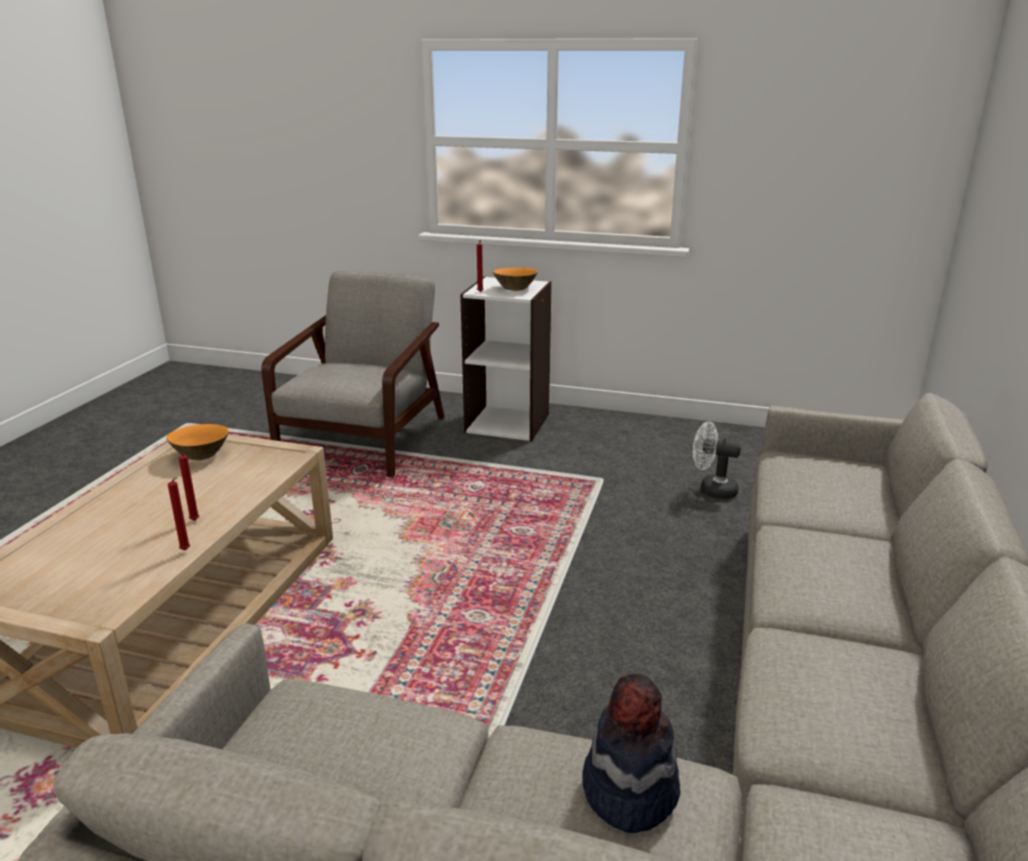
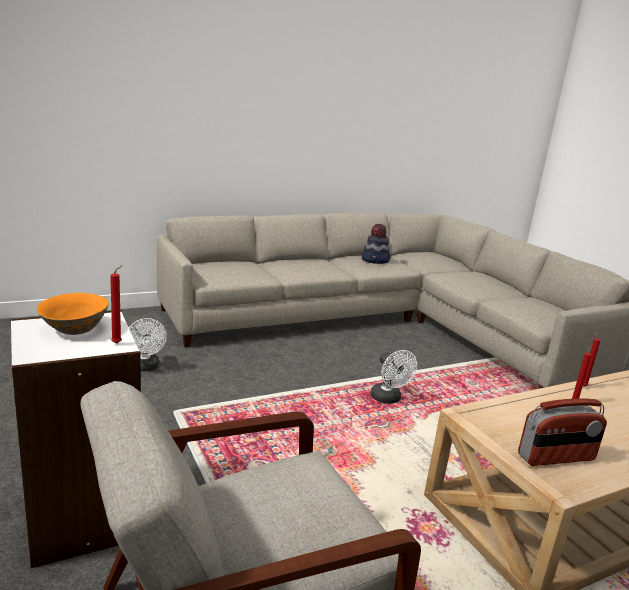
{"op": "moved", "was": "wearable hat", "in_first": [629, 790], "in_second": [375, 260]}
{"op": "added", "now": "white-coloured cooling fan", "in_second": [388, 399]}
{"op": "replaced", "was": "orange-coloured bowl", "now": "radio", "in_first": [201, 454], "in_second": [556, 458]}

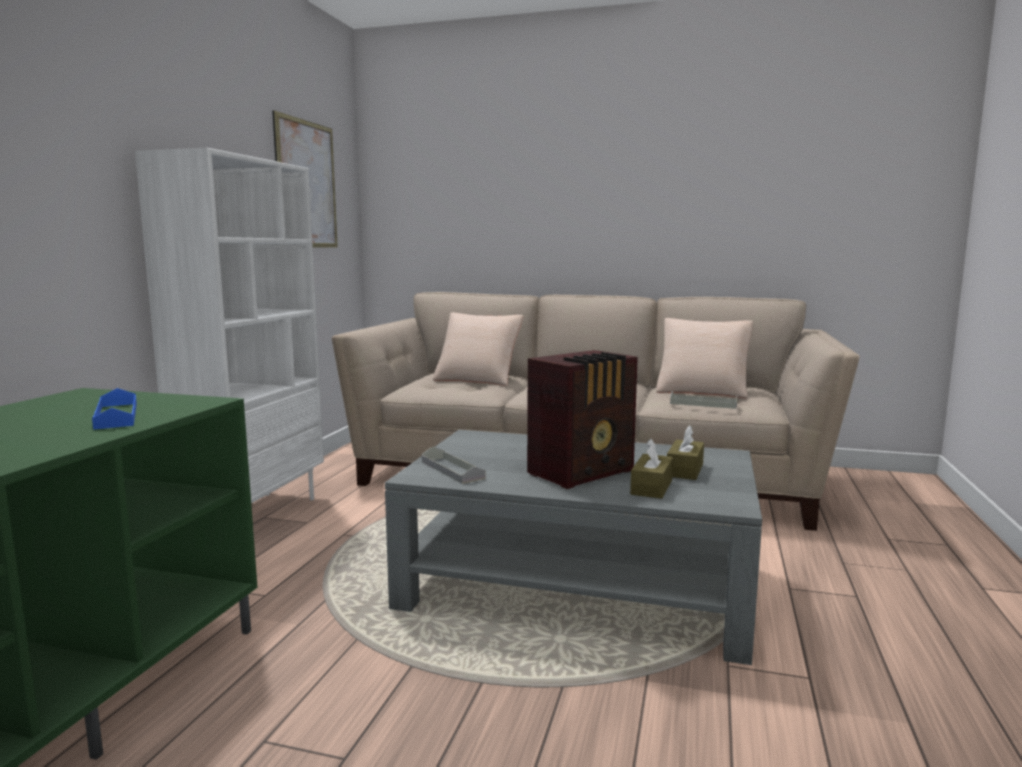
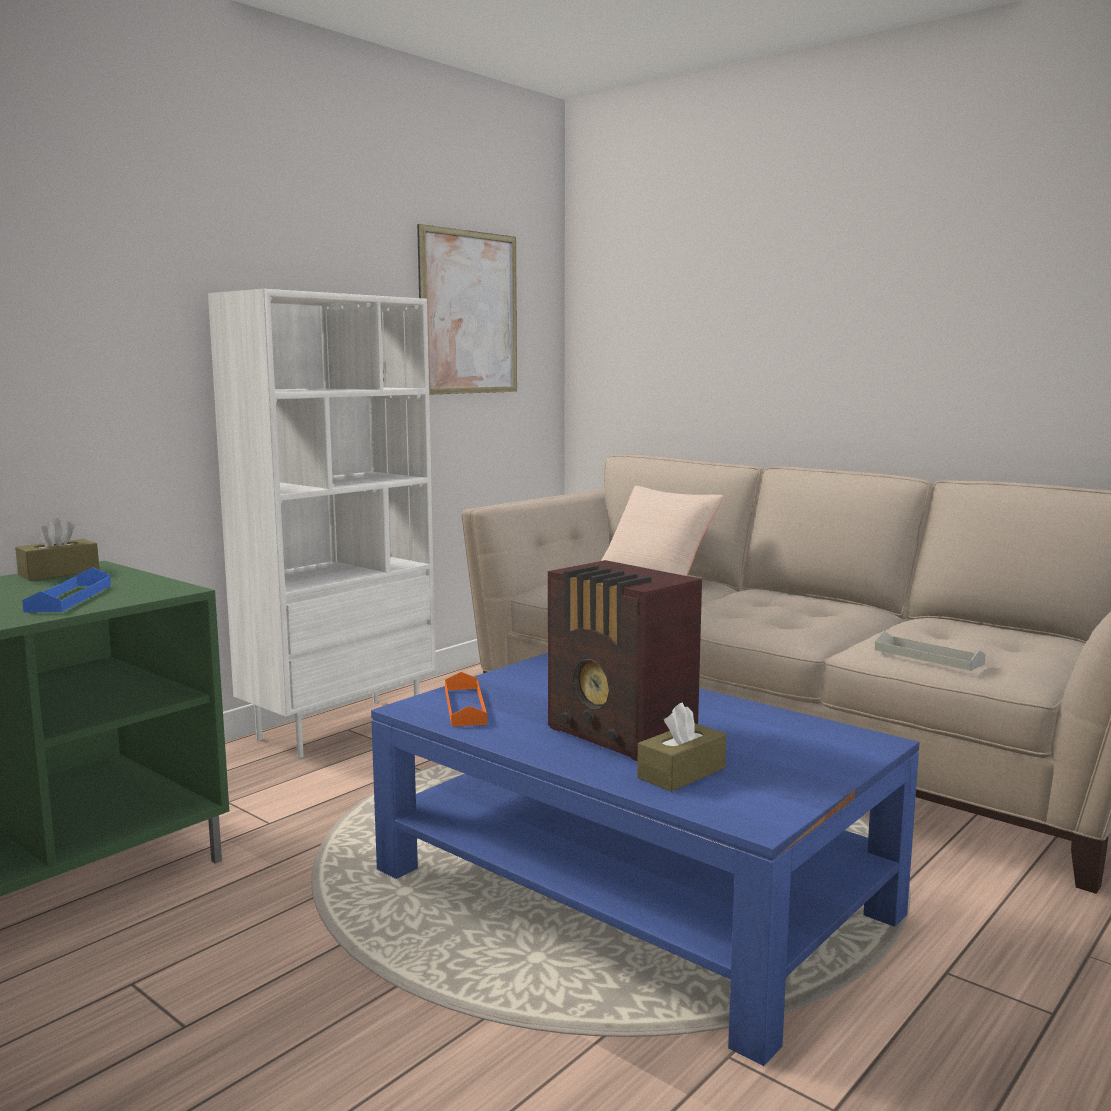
{"op": "moved", "was": "brown-coloured box of tissues", "in_first": [685, 470], "in_second": [59, 573]}
{"op": "recoloured", "was": "gray coffee table", "now": "blue-coloured coffee table", "in_first": [579, 585], "in_second": [632, 894]}
{"op": "recoloured", "was": "gray carrying tray", "now": "orange-coloured carrying tray", "in_first": [452, 470], "in_second": [465, 706]}
{"op": "turned", "was": "radio", "in_first": [584, 472], "in_second": [621, 736], "clockwise": 60}
{"op": "removed", "was": "beige throw pillow", "in_first": [702, 391]}

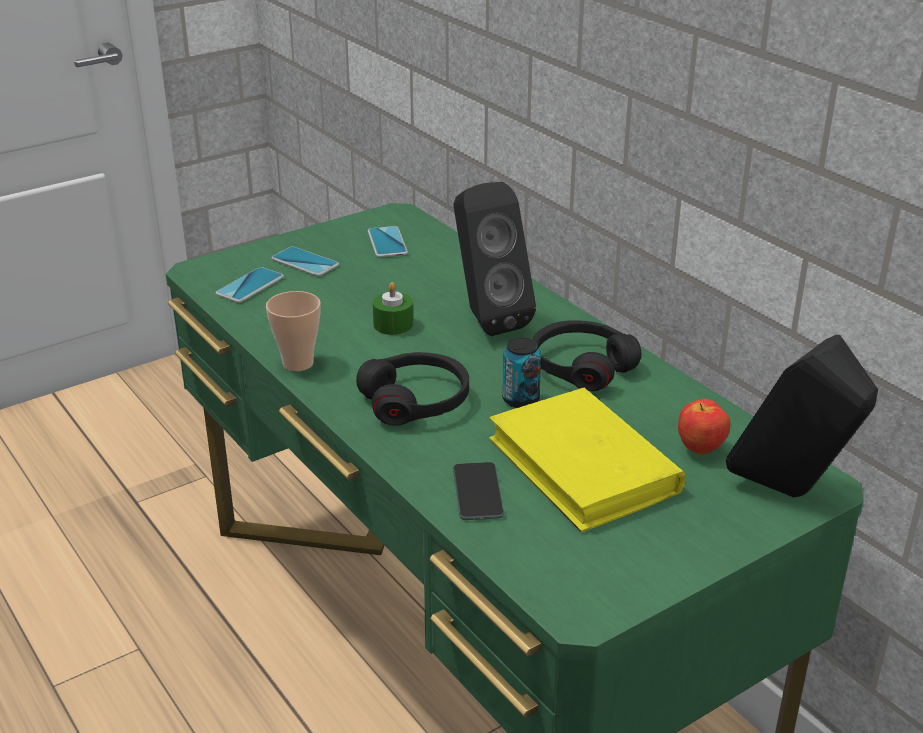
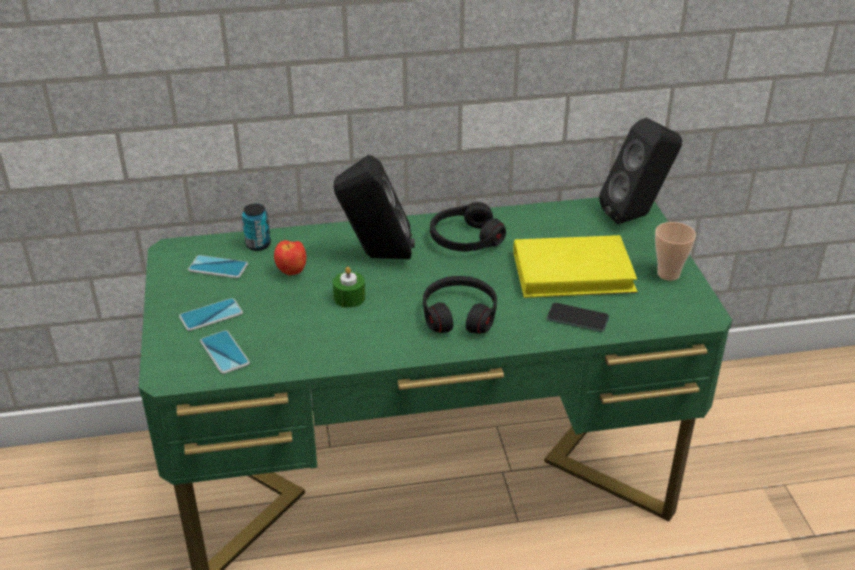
{"op": "moved", "was": "metal can", "in_first": [520, 399], "in_second": [258, 245]}
{"op": "moved", "was": "apple", "in_first": [700, 450], "in_second": [292, 272]}
{"op": "moved", "was": "drinking cup", "in_first": [298, 363], "in_second": [668, 274]}

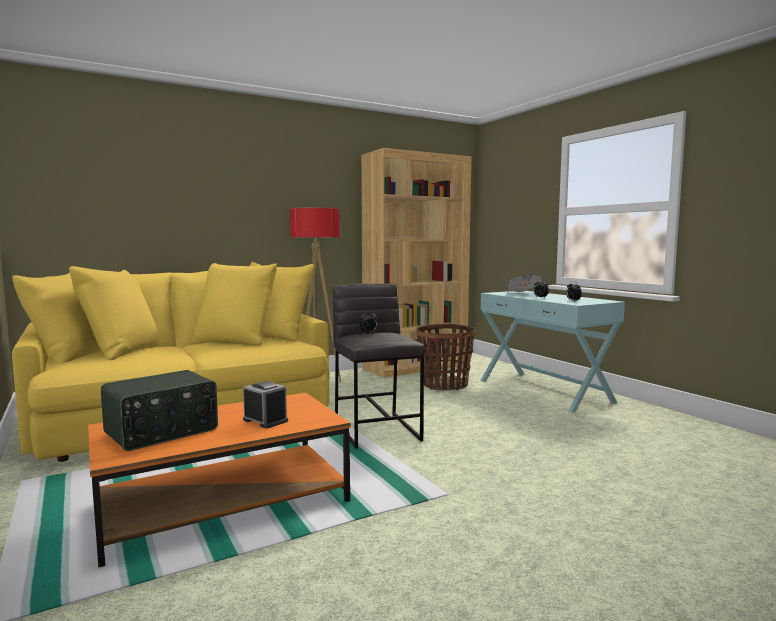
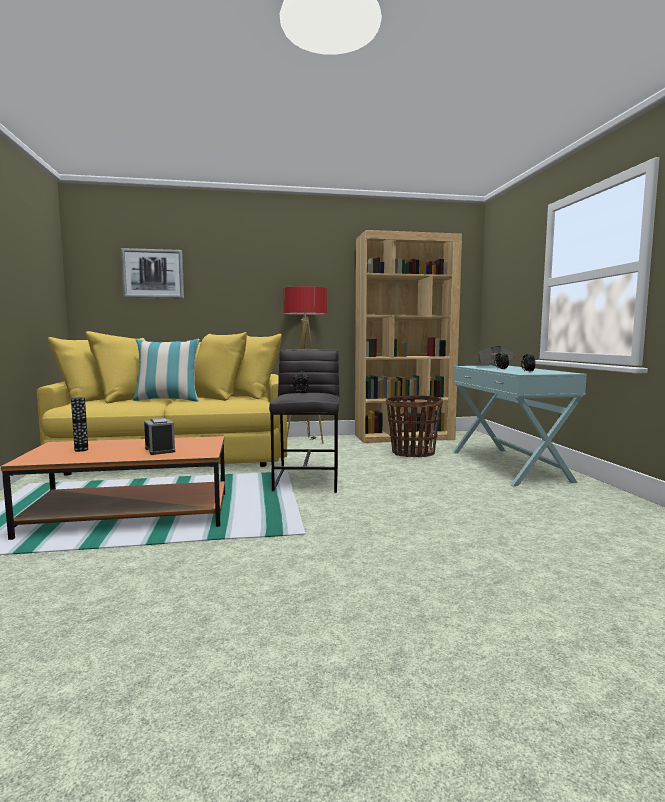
{"op": "replaced", "was": "radio", "now": "vase", "in_first": [162, 432], "in_second": [81, 450]}
{"op": "added", "now": "wall picture", "in_second": [153, 274]}
{"op": "added", "now": "throw pillow", "in_second": [168, 400]}

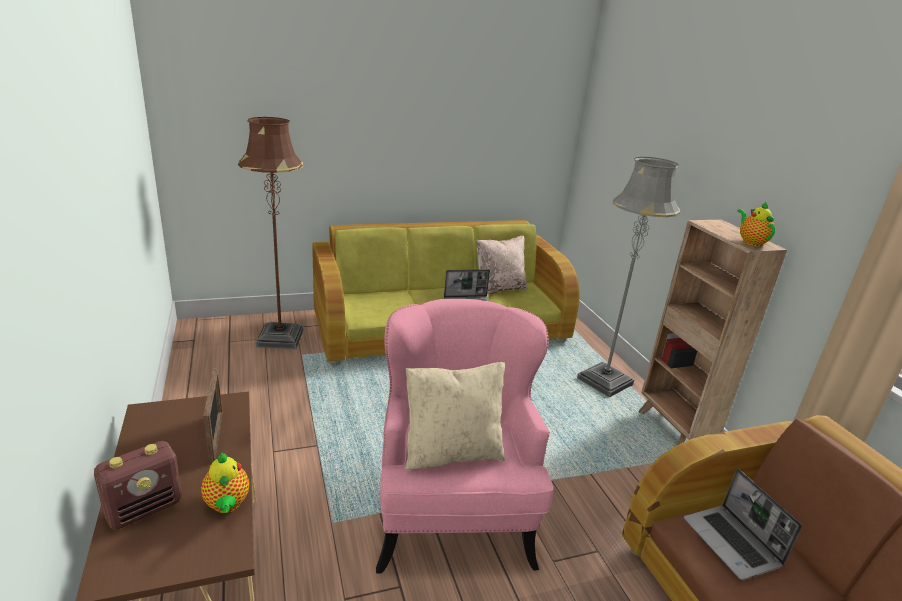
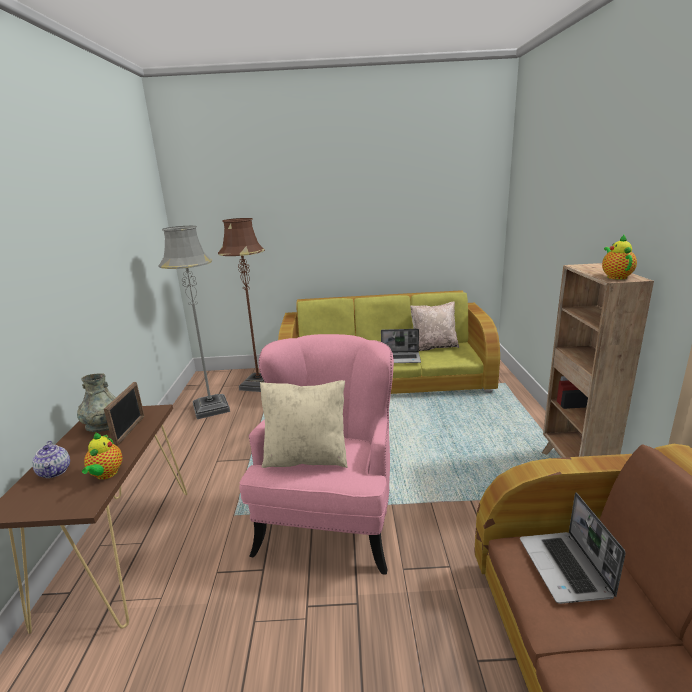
{"op": "replaced", "was": "radio", "now": "pot for tea", "in_first": [145, 508], "in_second": [55, 472]}
{"op": "added", "now": "gray vase", "in_second": [104, 425]}
{"op": "moved", "was": "gray standard lamp", "in_first": [604, 382], "in_second": [211, 408]}

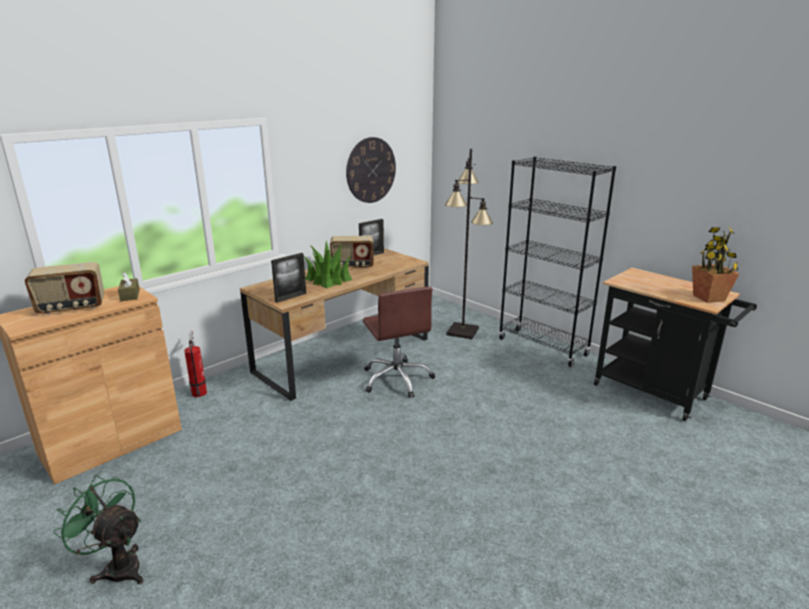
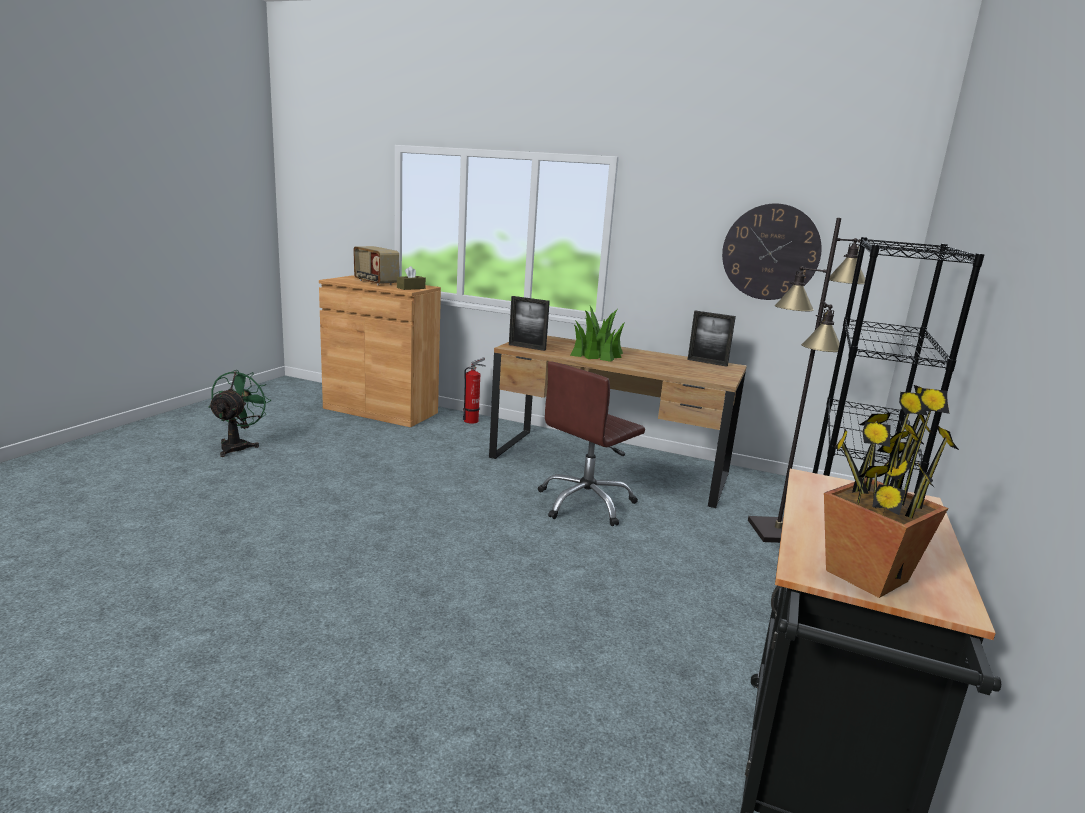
{"op": "removed", "was": "radio", "in_first": [352, 266]}

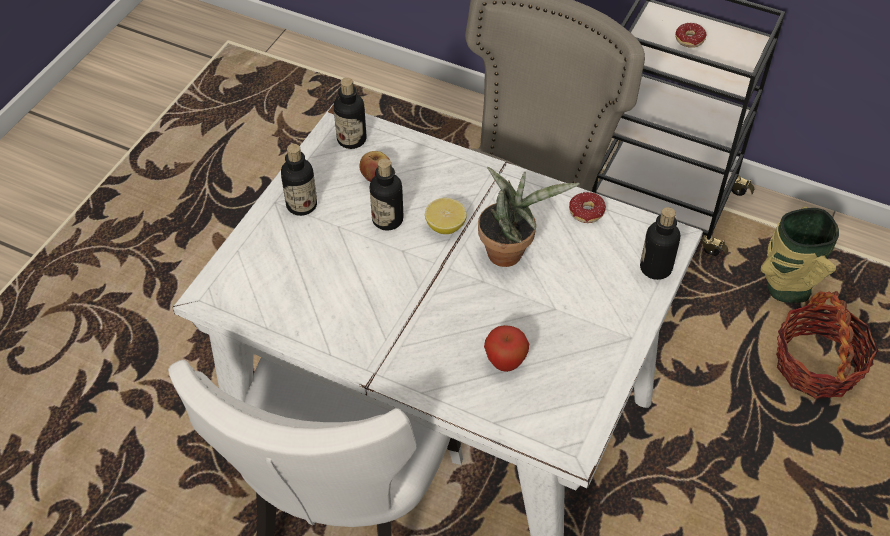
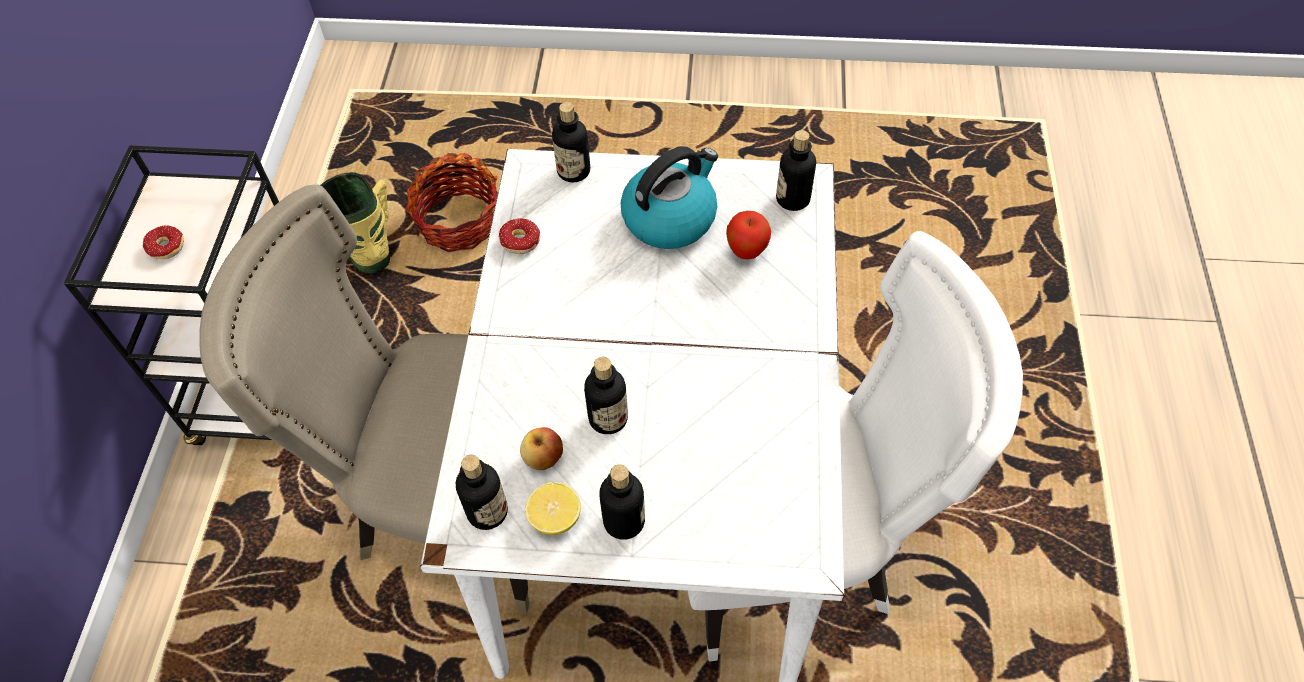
{"op": "moved", "was": "whole lemon", "in_first": [445, 226], "in_second": [555, 518]}
{"op": "added", "now": "kettle", "in_second": [670, 218]}
{"op": "added", "now": "drink bottle", "in_second": [793, 199]}
{"op": "removed", "was": "houseplant", "in_first": [510, 251]}

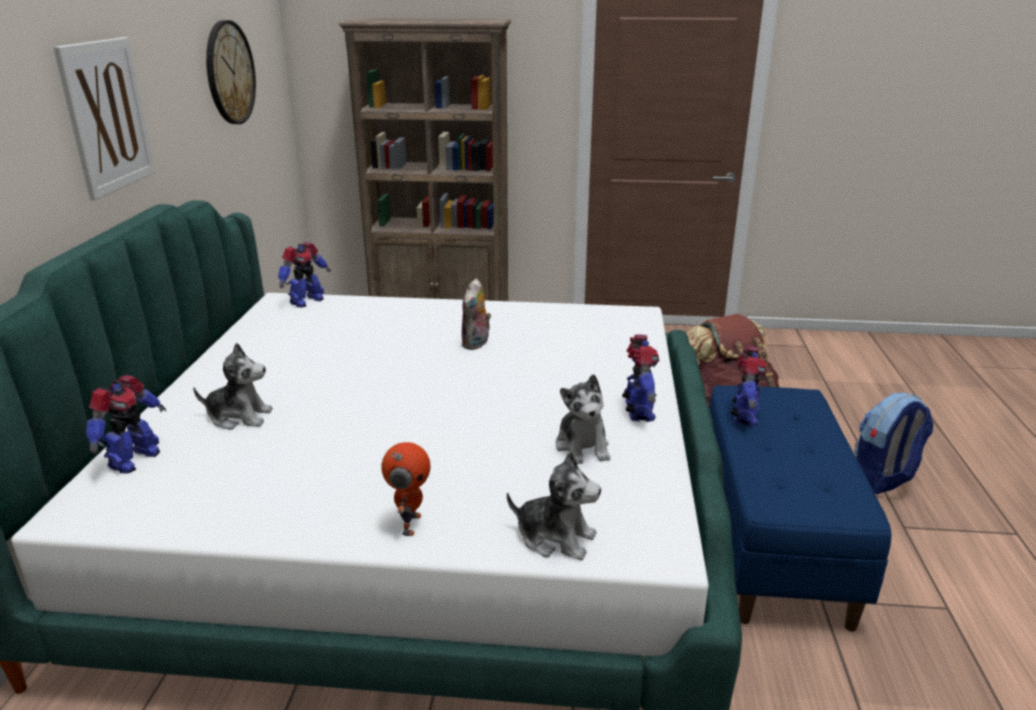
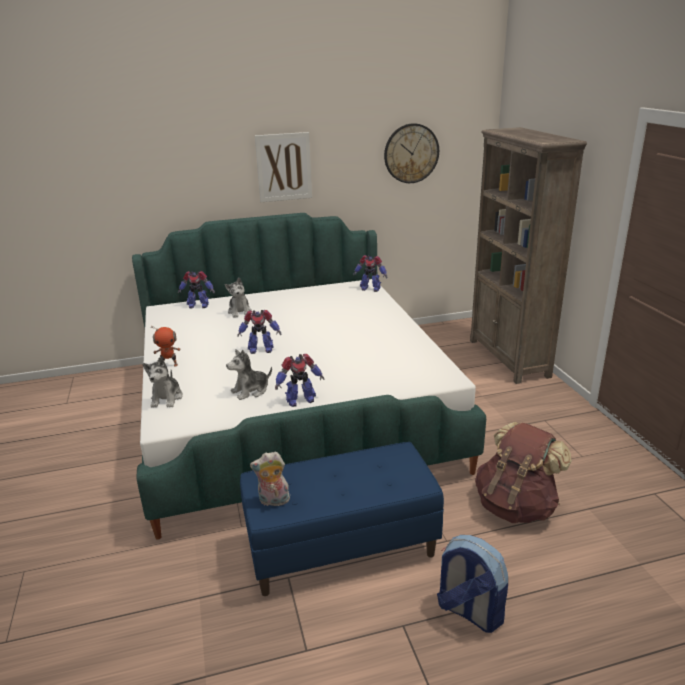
{"op": "moved", "was": "robot figure", "in_first": [744, 416], "in_second": [260, 350]}
{"op": "moved", "was": "cuddly toy", "in_first": [476, 344], "in_second": [273, 501]}

